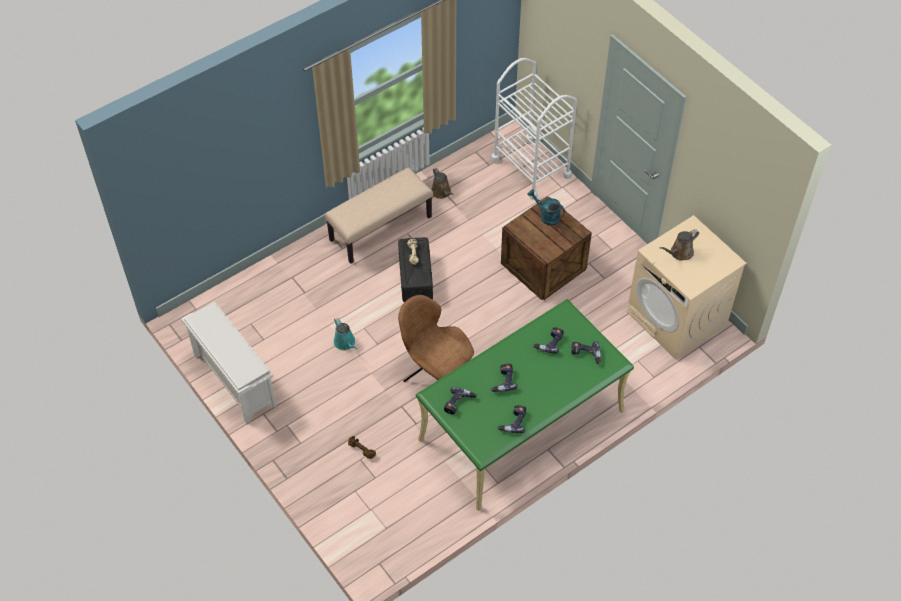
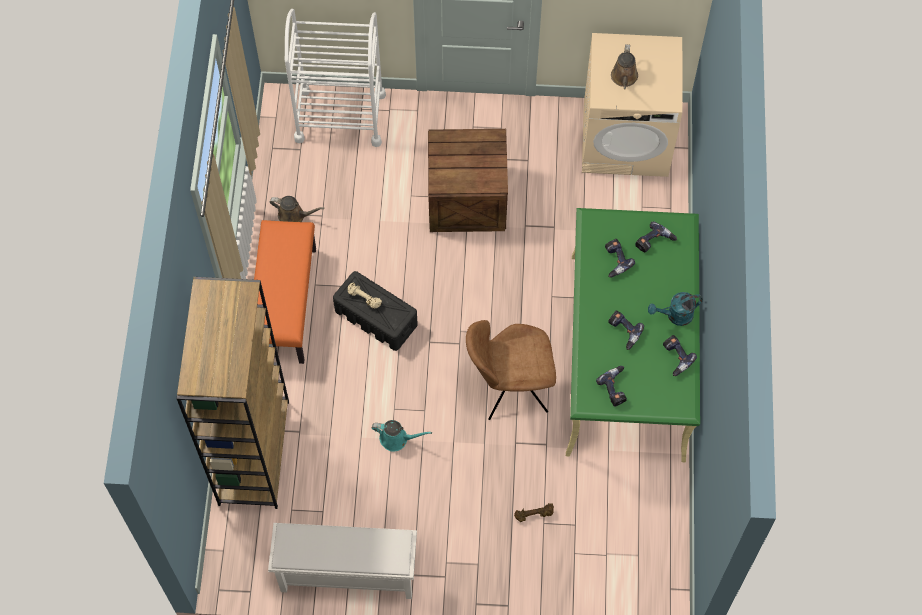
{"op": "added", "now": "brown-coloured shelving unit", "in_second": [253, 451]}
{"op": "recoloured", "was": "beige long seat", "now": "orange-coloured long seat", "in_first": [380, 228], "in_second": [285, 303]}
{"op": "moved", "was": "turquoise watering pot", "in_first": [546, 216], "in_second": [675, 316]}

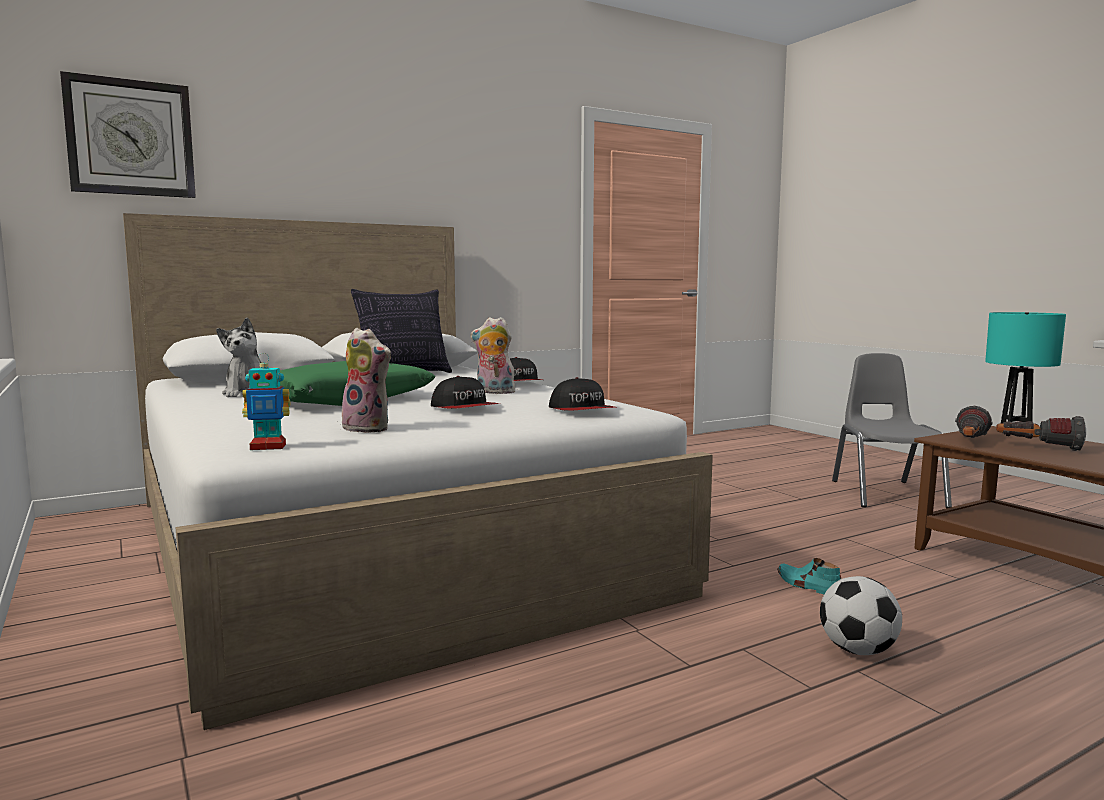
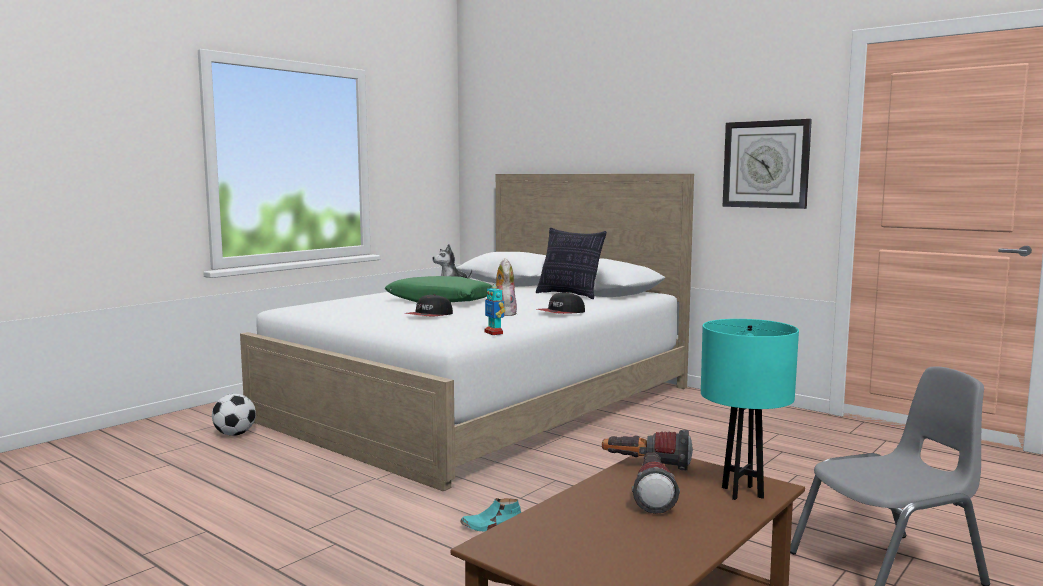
{"op": "moved", "was": "football", "in_first": [857, 650], "in_second": [235, 434]}
{"op": "turned", "was": "turquoise low shoe", "in_first": [808, 585], "in_second": [492, 526], "clockwise": -135}
{"op": "moved", "was": "robot figure", "in_first": [268, 447], "in_second": [494, 333]}
{"op": "moved", "was": "wall clock", "in_first": [130, 138], "in_second": [766, 164]}
{"op": "removed", "was": "cuddly toy", "in_first": [369, 428]}
{"op": "removed", "was": "peaked cap", "in_first": [582, 411]}

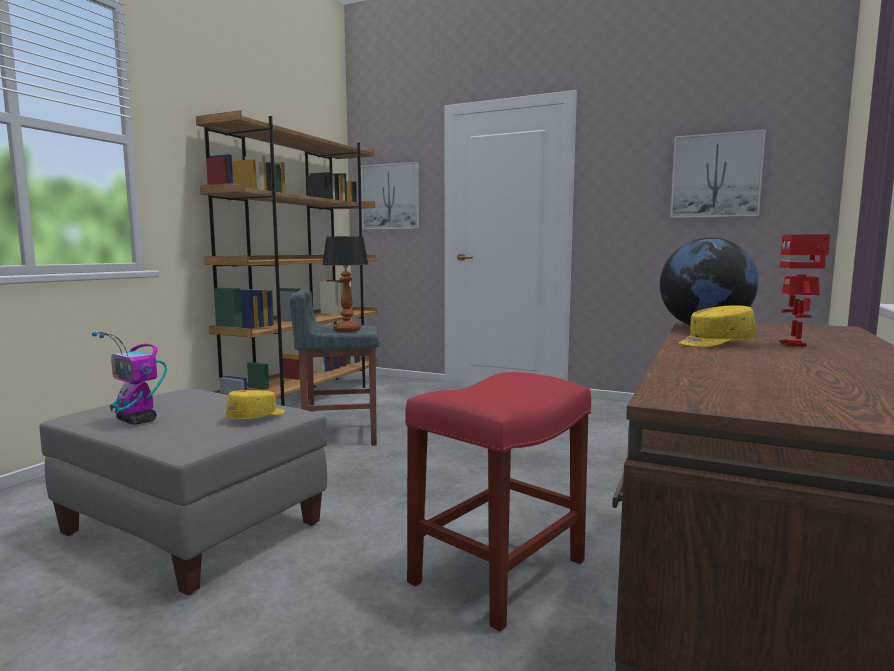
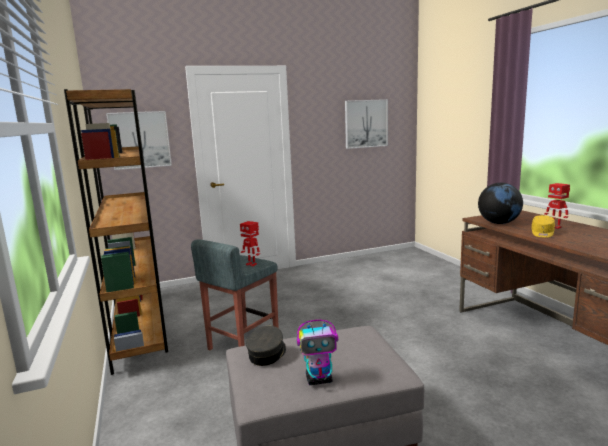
{"op": "replaced", "was": "tabletop lamp", "now": "robot figure", "in_first": [347, 330], "in_second": [251, 264]}
{"op": "added", "now": "gray peaked cap", "in_second": [267, 353]}
{"op": "removed", "was": "yellow-coloured peaked cap", "in_first": [257, 417]}
{"op": "removed", "was": "red-coloured stool seat", "in_first": [499, 570]}

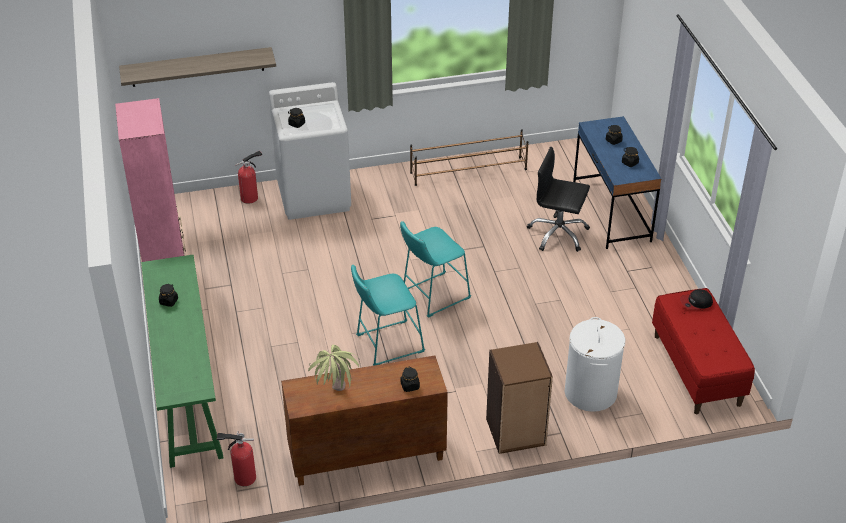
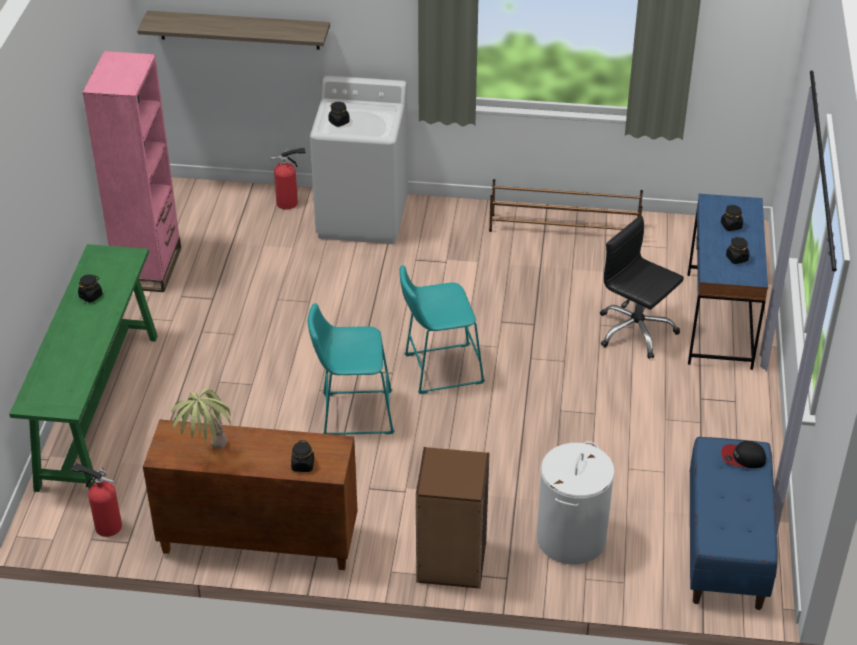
{"op": "recoloured", "was": "red-coloured long seat", "now": "blue-coloured long seat", "in_first": [697, 370], "in_second": [726, 547]}

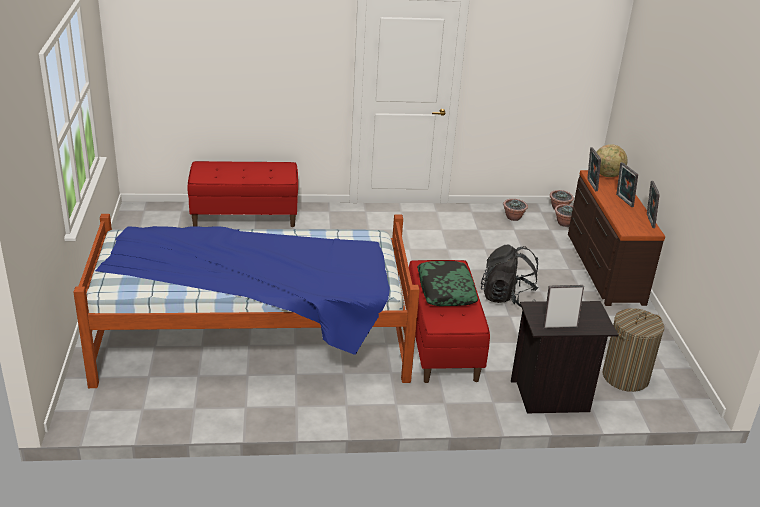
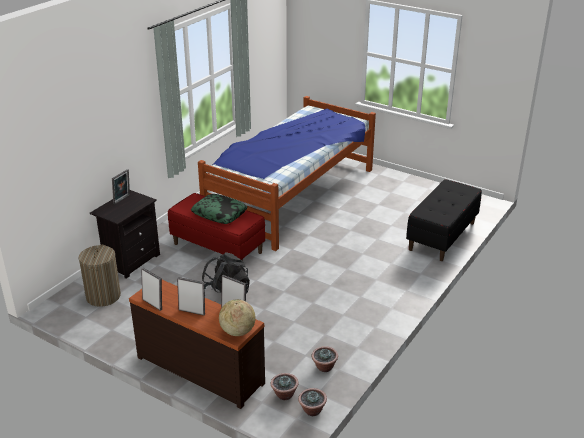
{"op": "recoloured", "was": "red-coloured long seat", "now": "black long seat", "in_first": [245, 216], "in_second": [442, 236]}

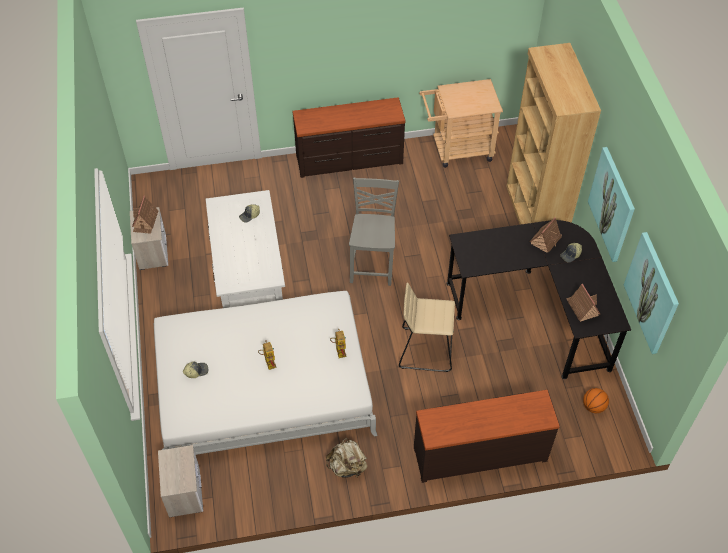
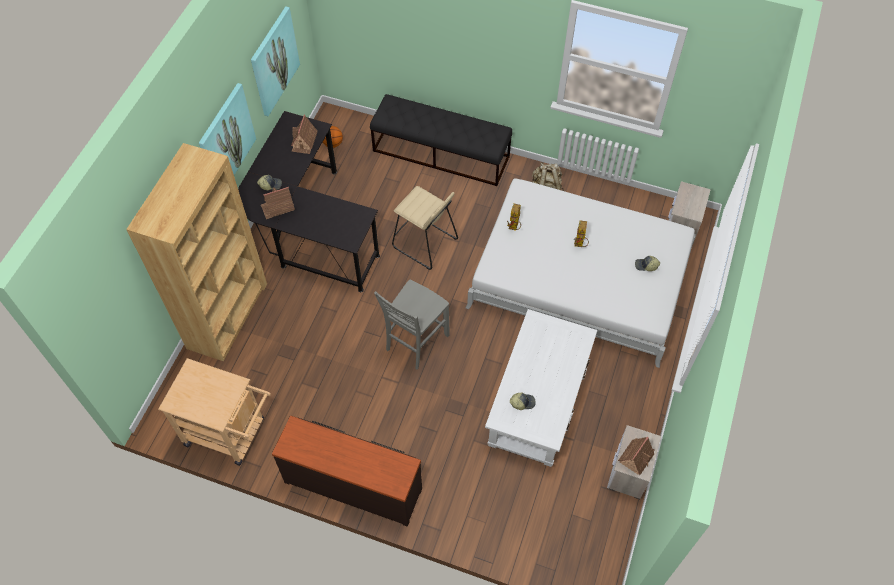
{"op": "replaced", "was": "brown-coloured chest of drawers", "now": "black long seat", "in_first": [479, 452], "in_second": [441, 154]}

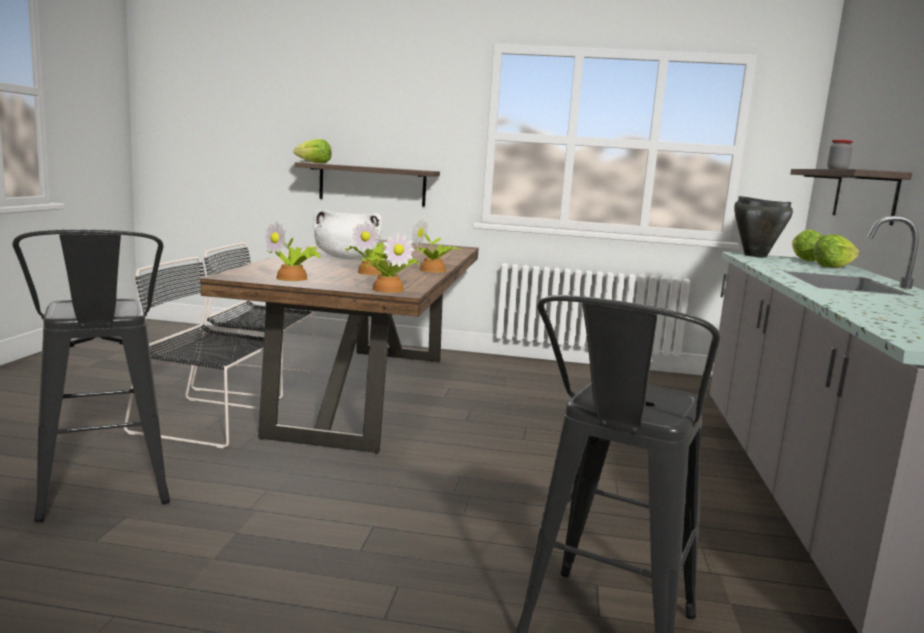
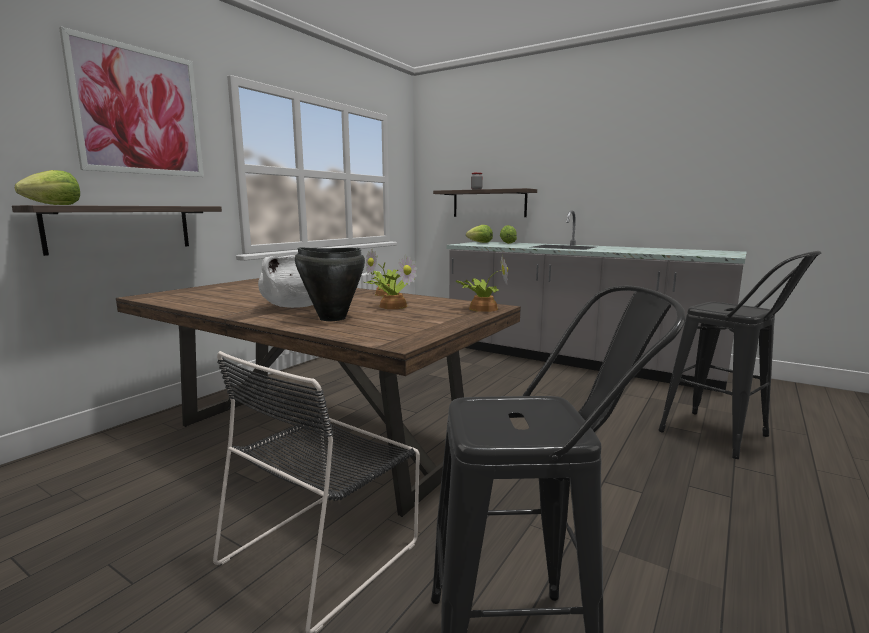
{"op": "added", "now": "wall picture", "in_second": [139, 111]}
{"op": "moved", "was": "black stockpot", "in_first": [755, 255], "in_second": [332, 318]}
{"op": "removed", "was": "black plain chair", "in_first": [259, 381]}
{"op": "removed", "was": "houseplant", "in_first": [294, 278]}

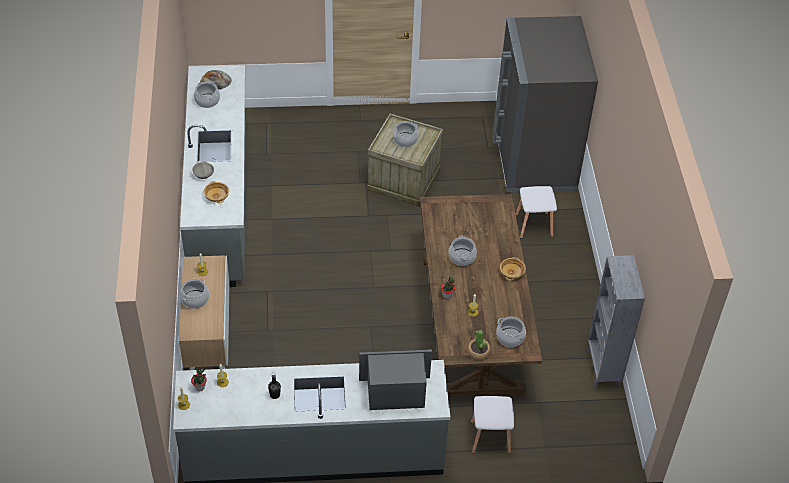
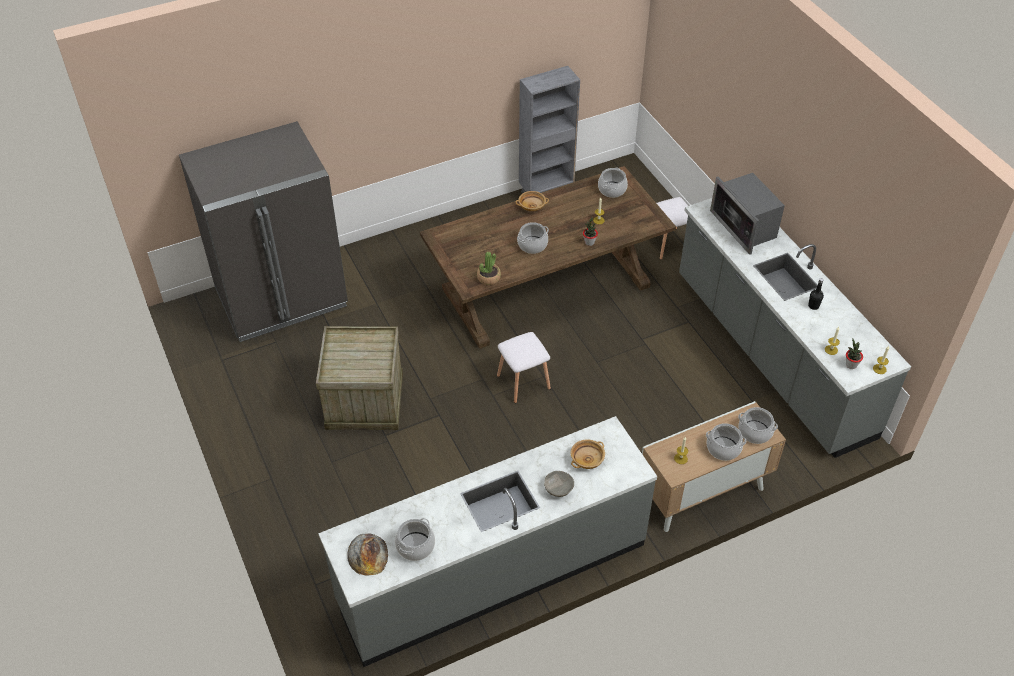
{"op": "moved", "was": "houseplant", "in_first": [478, 352], "in_second": [488, 277]}
{"op": "moved", "was": "white-coloured stool seat", "in_first": [533, 225], "in_second": [523, 383]}
{"op": "moved", "was": "stockpot", "in_first": [405, 140], "in_second": [755, 432]}

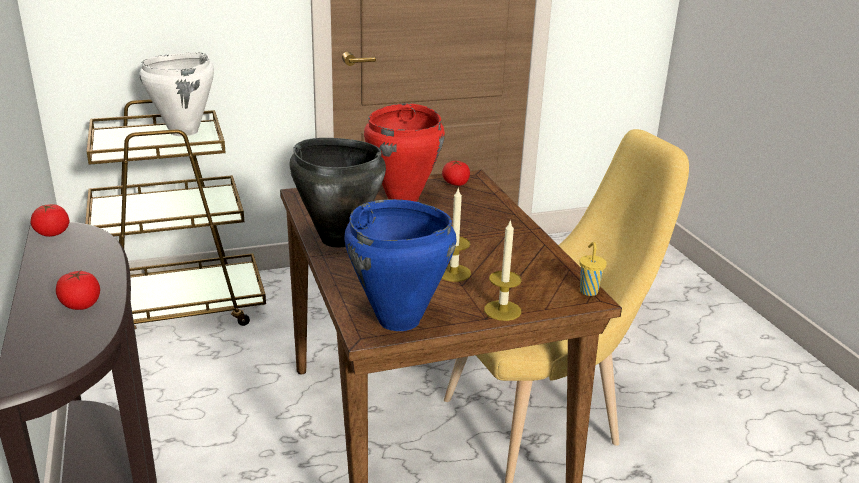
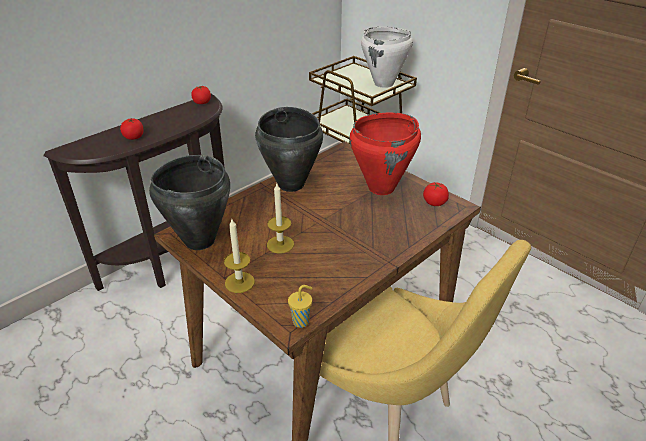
{"op": "recoloured", "was": "blue-coloured stockpot", "now": "black stockpot", "in_first": [399, 320], "in_second": [199, 241]}

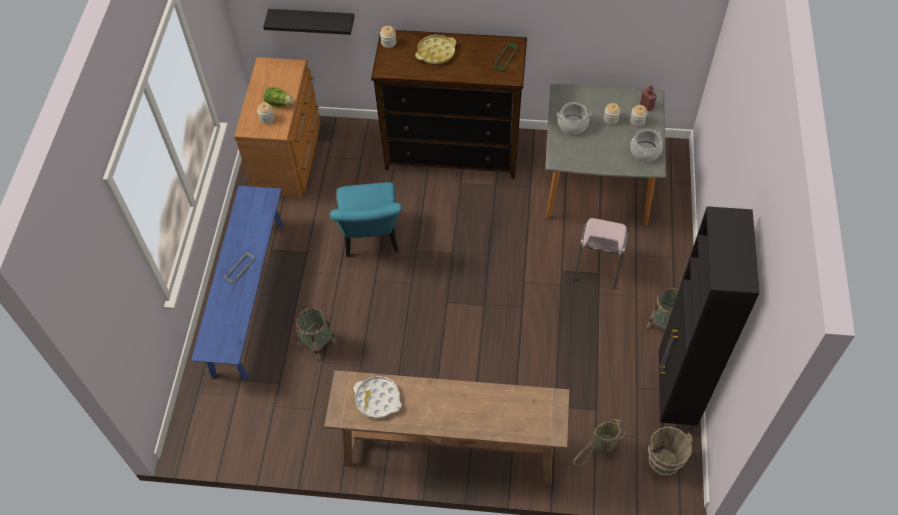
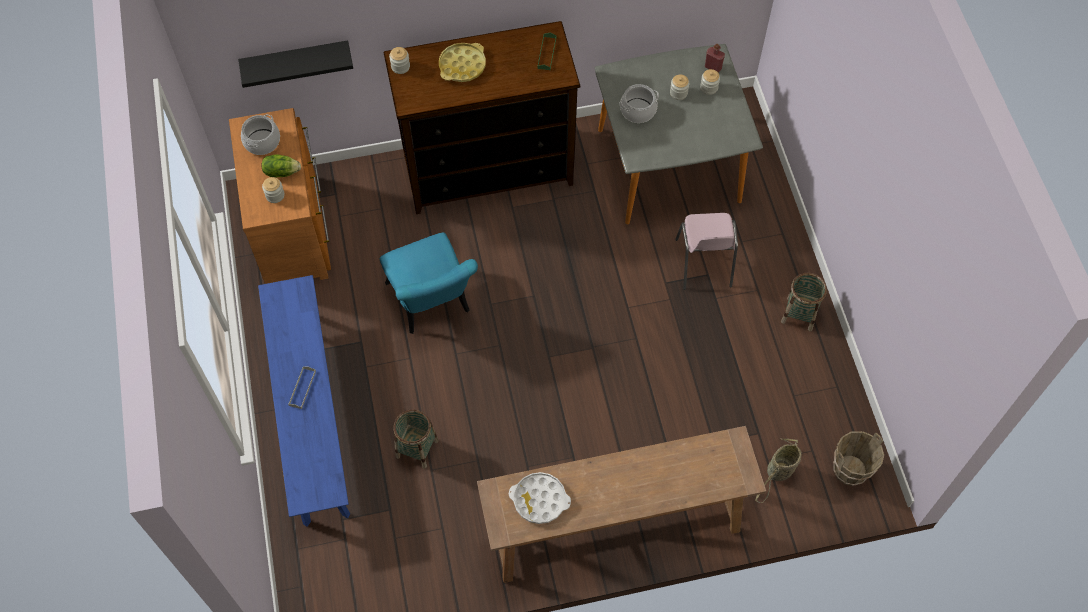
{"op": "moved", "was": "stockpot", "in_first": [645, 151], "in_second": [262, 142]}
{"op": "removed", "was": "black storage cabinet", "in_first": [674, 396]}

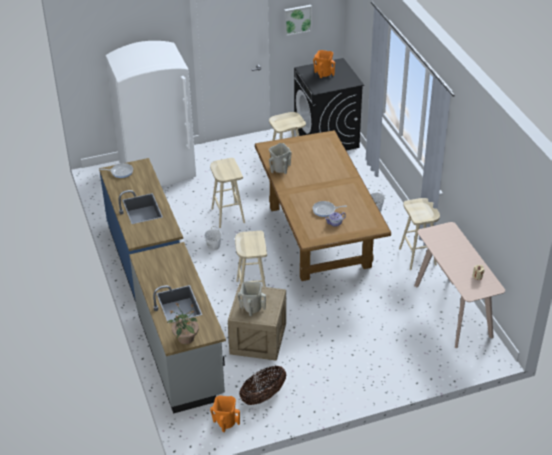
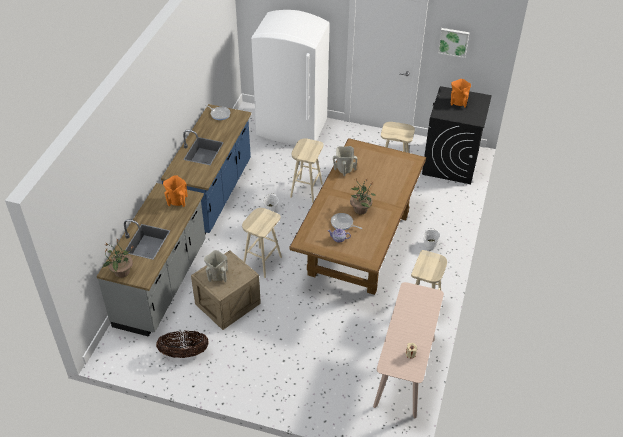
{"op": "moved", "was": "orange-coloured vase", "in_first": [225, 423], "in_second": [177, 201]}
{"op": "added", "now": "houseplant", "in_second": [360, 209]}

